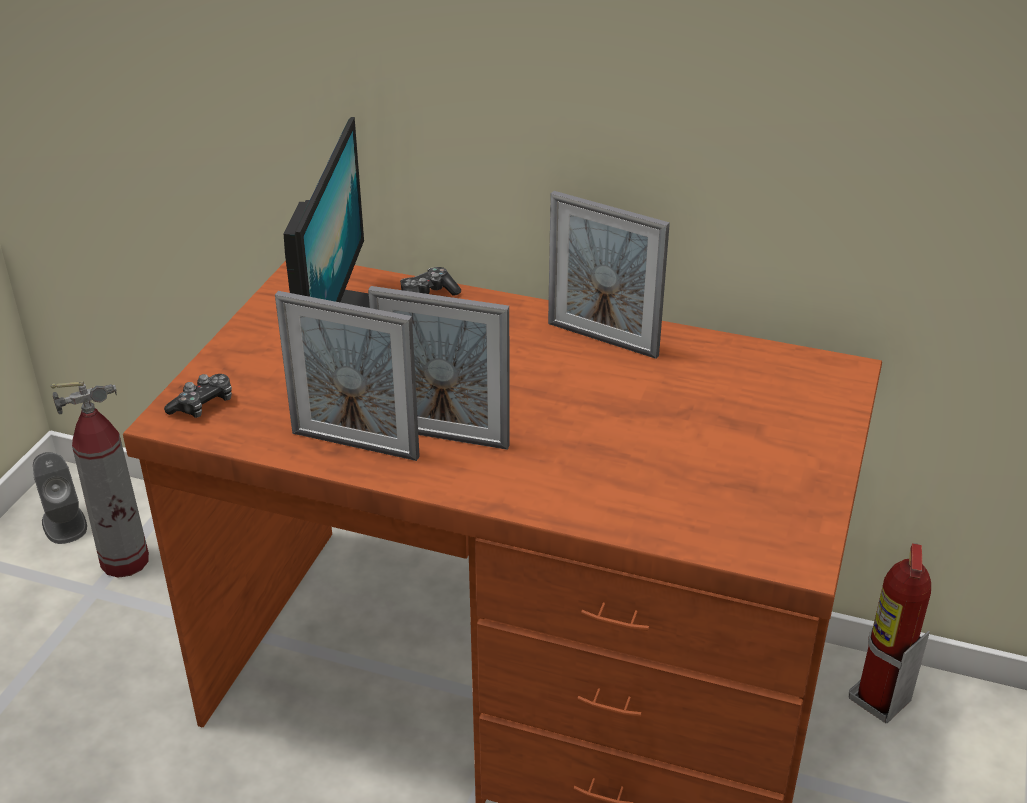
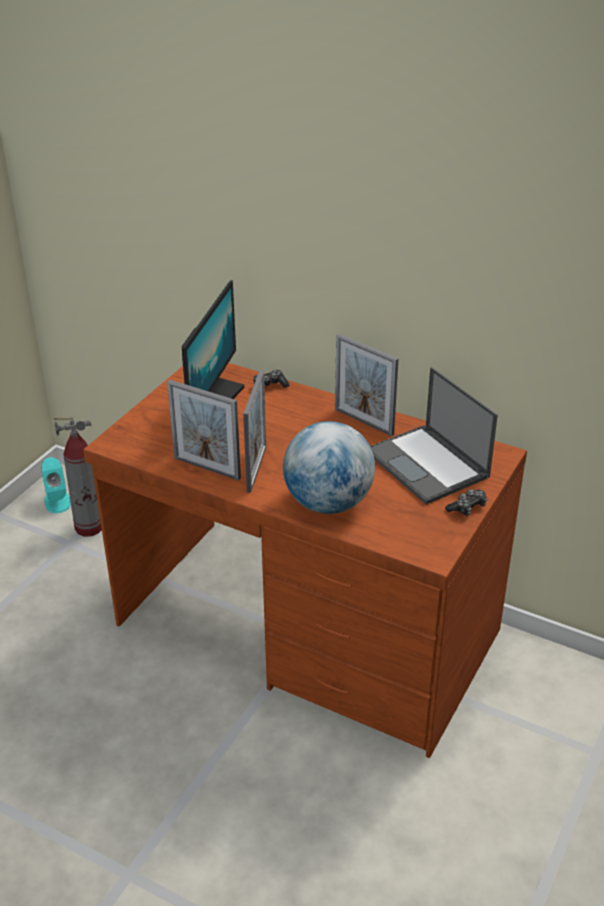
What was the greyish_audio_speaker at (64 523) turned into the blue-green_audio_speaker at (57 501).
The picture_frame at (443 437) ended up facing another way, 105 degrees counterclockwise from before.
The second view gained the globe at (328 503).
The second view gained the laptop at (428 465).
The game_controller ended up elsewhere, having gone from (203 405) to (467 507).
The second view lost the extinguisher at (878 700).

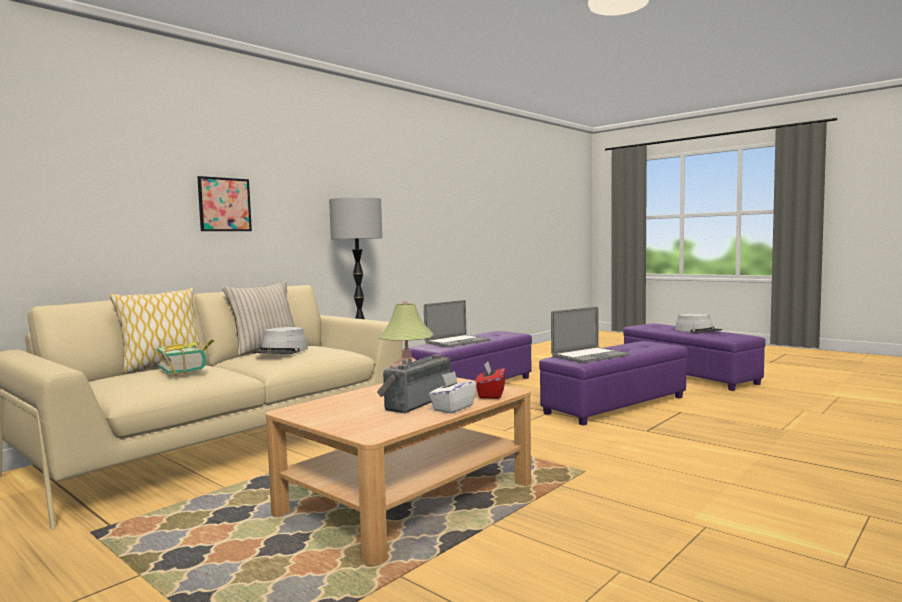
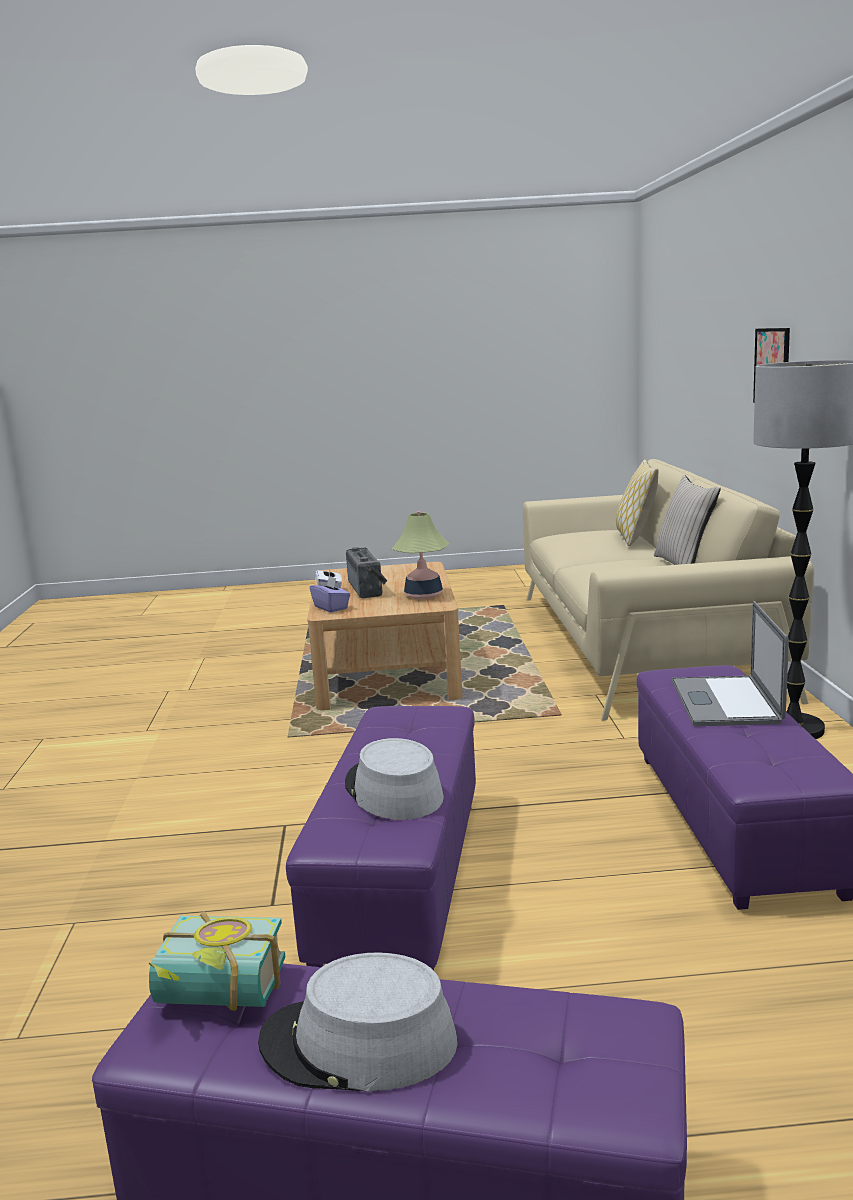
The volume ended up elsewhere, having gone from (188 369) to (217 998).
What was the reddish_tissue_holder at (490 394) turned into the purple-coloured_tissue_holder at (331 607).
The greyish_wearable_hat ended up elsewhere, having gone from (282 351) to (392 791).
The second view lost the laptop at (590 356).

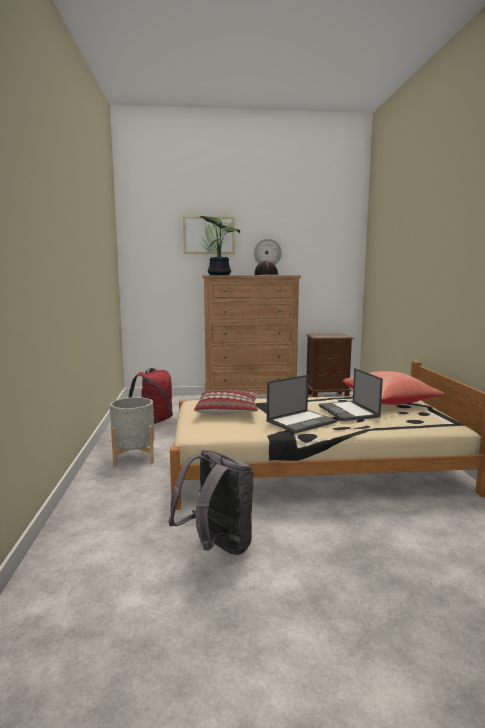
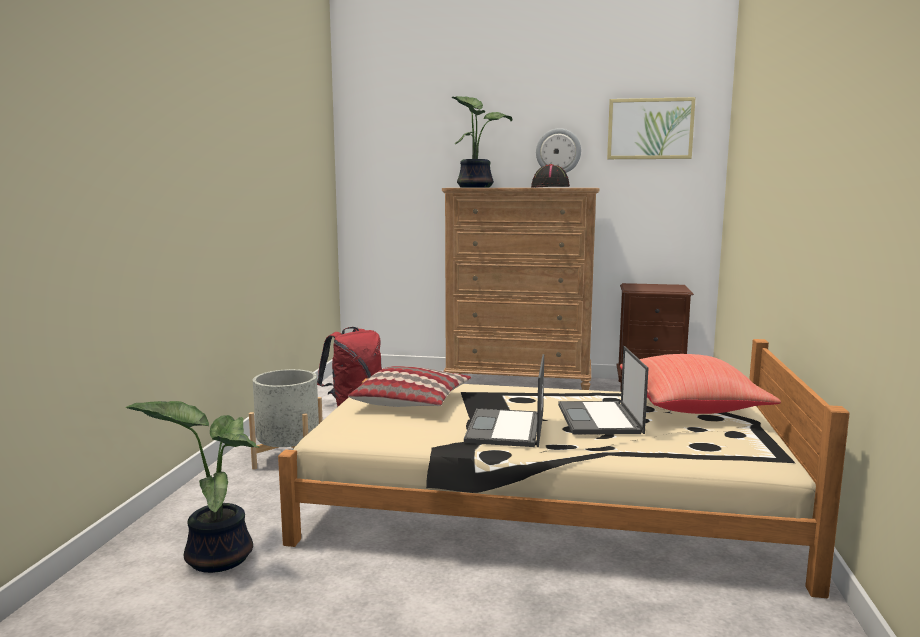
The second view gained the houseplant at (216 556).
The laptop at (301 421) ended up facing another way, 120 degrees clockwise from before.
The picture ended up elsewhere, having gone from (209 235) to (650 129).
The second view lost the greyish_rucksack at (217 547).

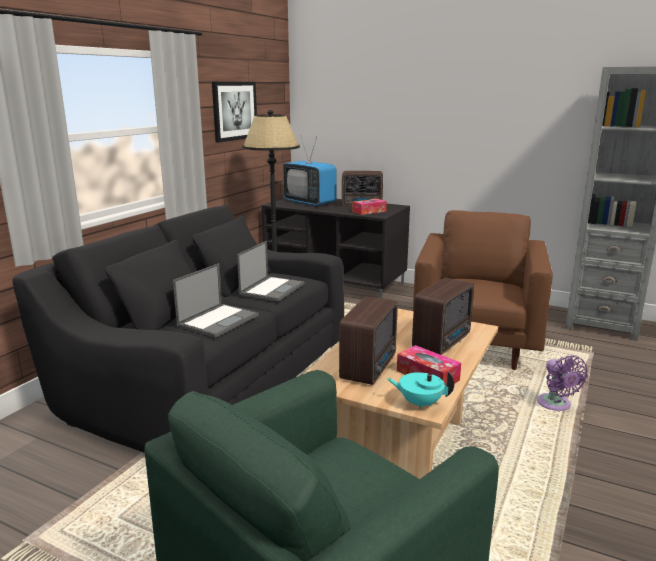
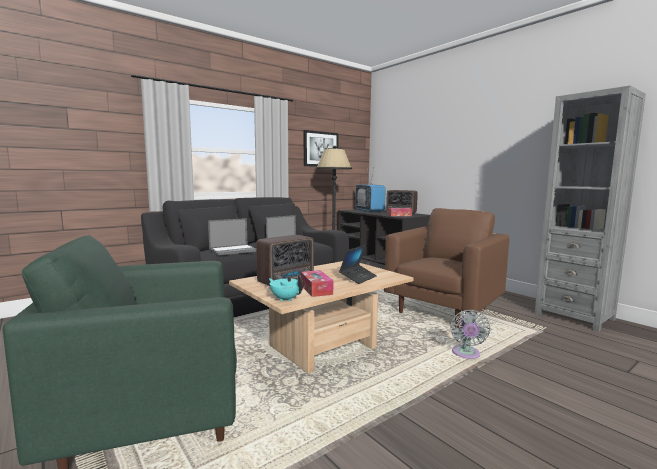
Where the radio_set stood at (443 341), the laptop came to stand at (358 278).
What was the purple-coloured_electric_fan at (555 405) turned into the greyish_electric_fan at (466 354).

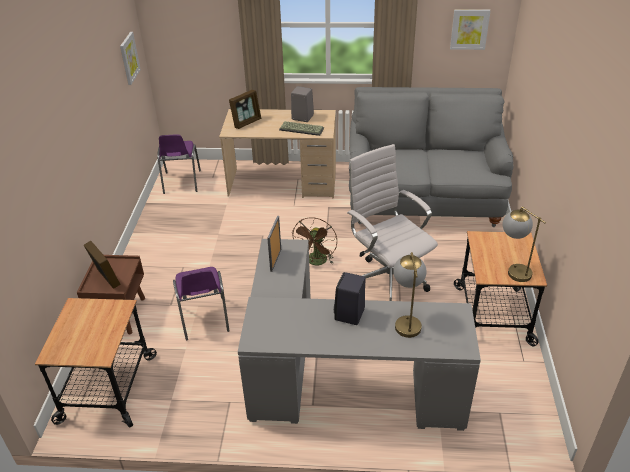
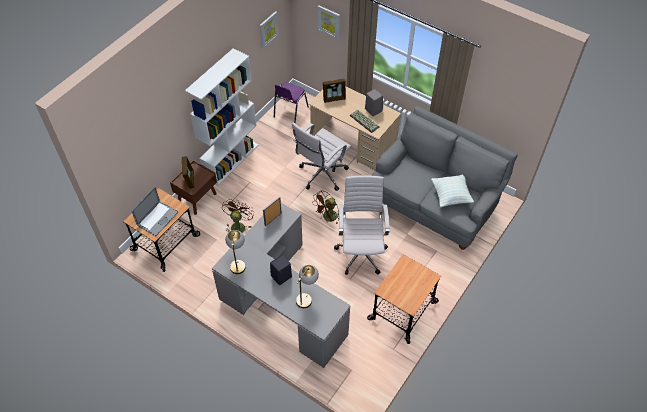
The second view gained the laptop at (157 218).
The second view gained the white-coloured_shelving_unit at (231 161).
Where the purple-coloured_chair stood at (204 319), the brownish_electric_fan came to stand at (238 225).
The table_lamp ended up elsewhere, having gone from (513 269) to (238 262).
The second view gained the white-coloured_office_chair at (321 175).
The picture ended up elsewhere, having gone from (469 29) to (329 21).
The second view gained the pillow at (450 196).

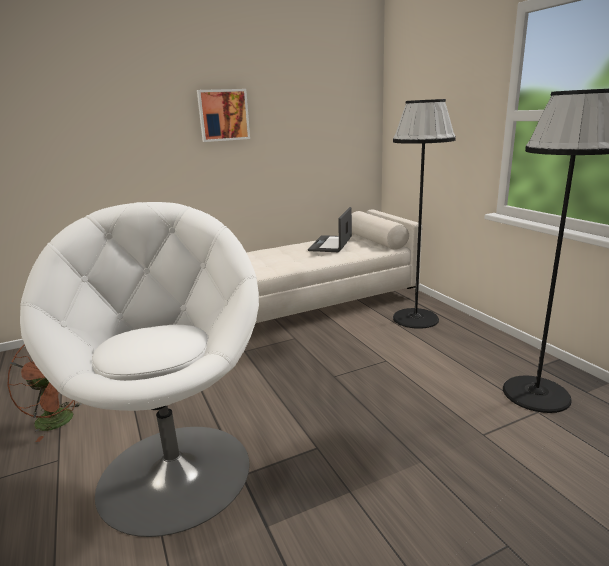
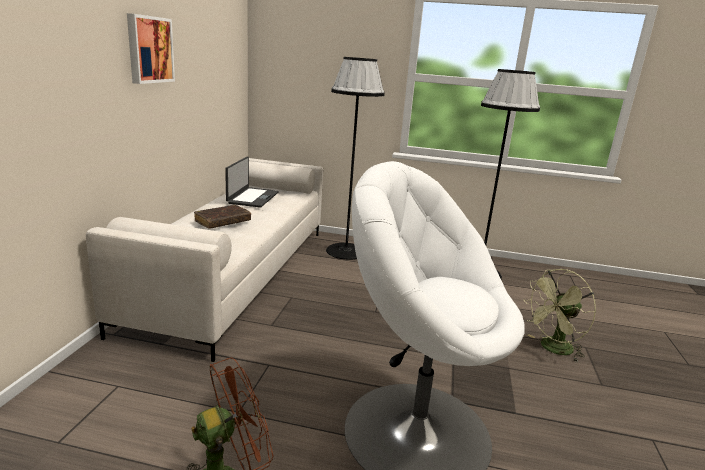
The second view gained the brownish_volume at (223 222).
The laptop at (331 244) ended up facing another way, 135 degrees counterclockwise from before.
The second view gained the green_electric_fan at (552 349).

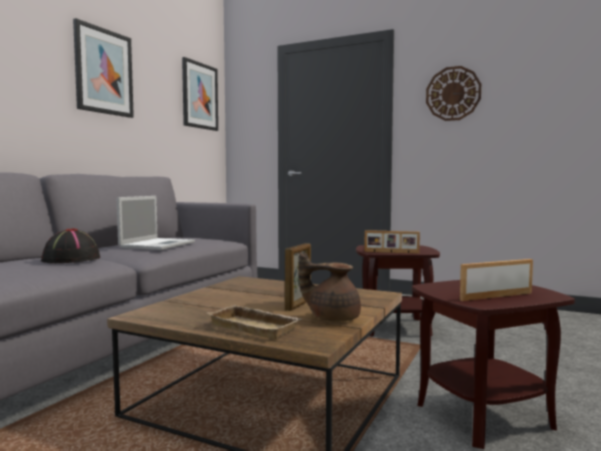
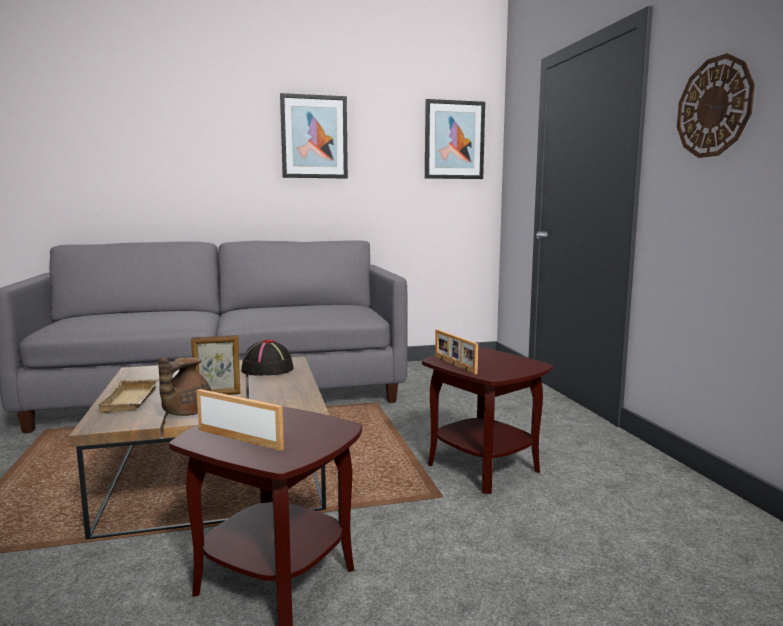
The brownish_teapot at (332 318) ended up facing another way, 135 degrees counterclockwise from before.
The blackish_wearable_hat ended up elsewhere, having gone from (71 260) to (267 369).
The second view lost the laptop at (158 244).

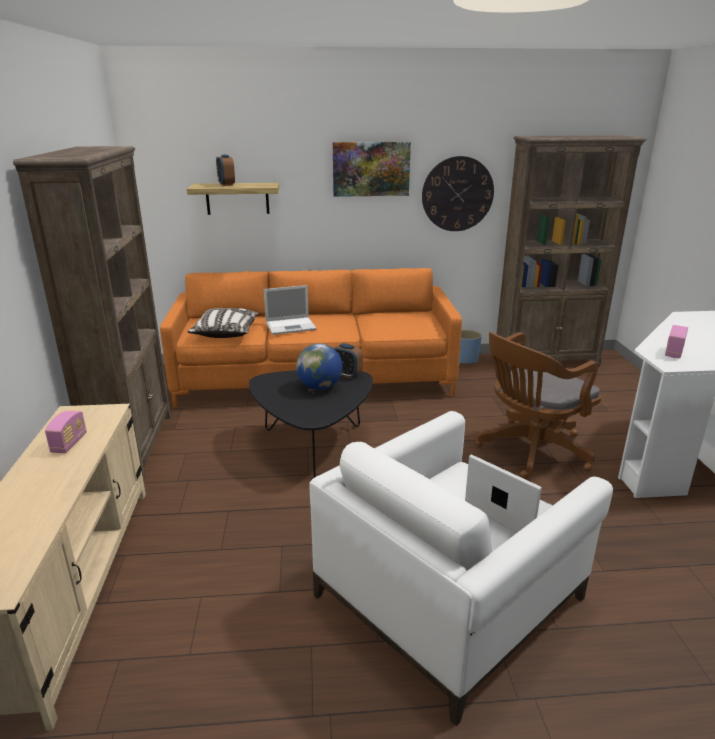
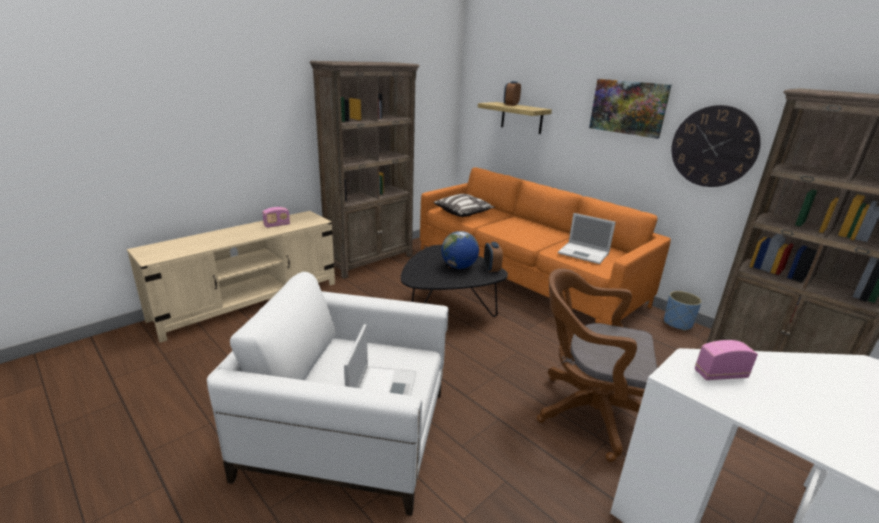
The laptop ended up elsewhere, having gone from (291 326) to (584 253).

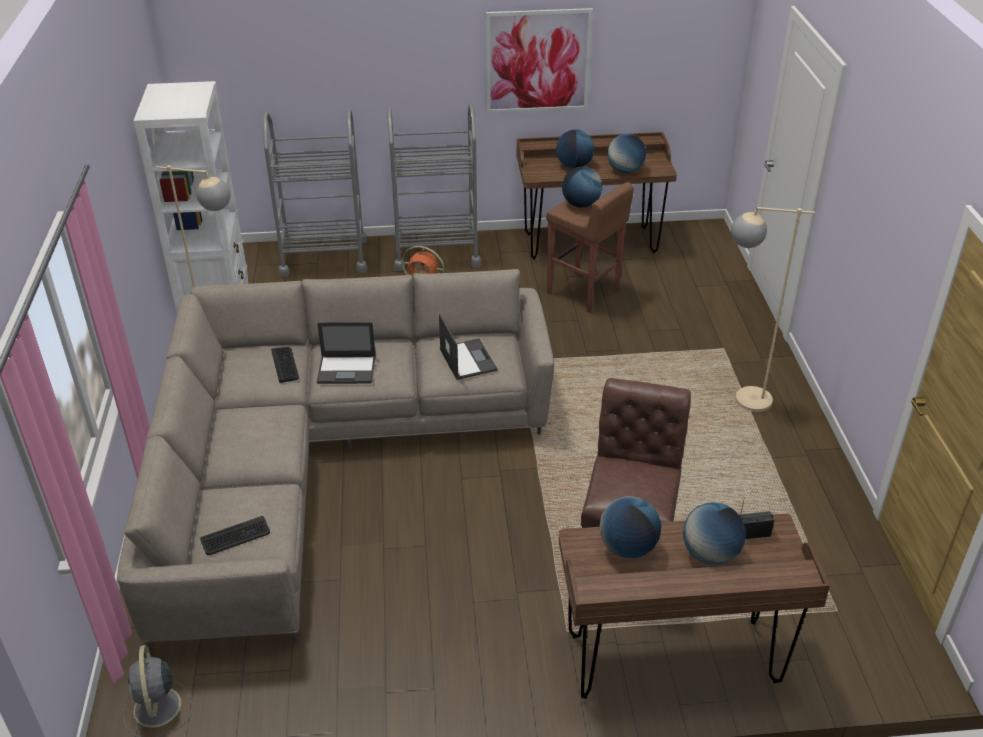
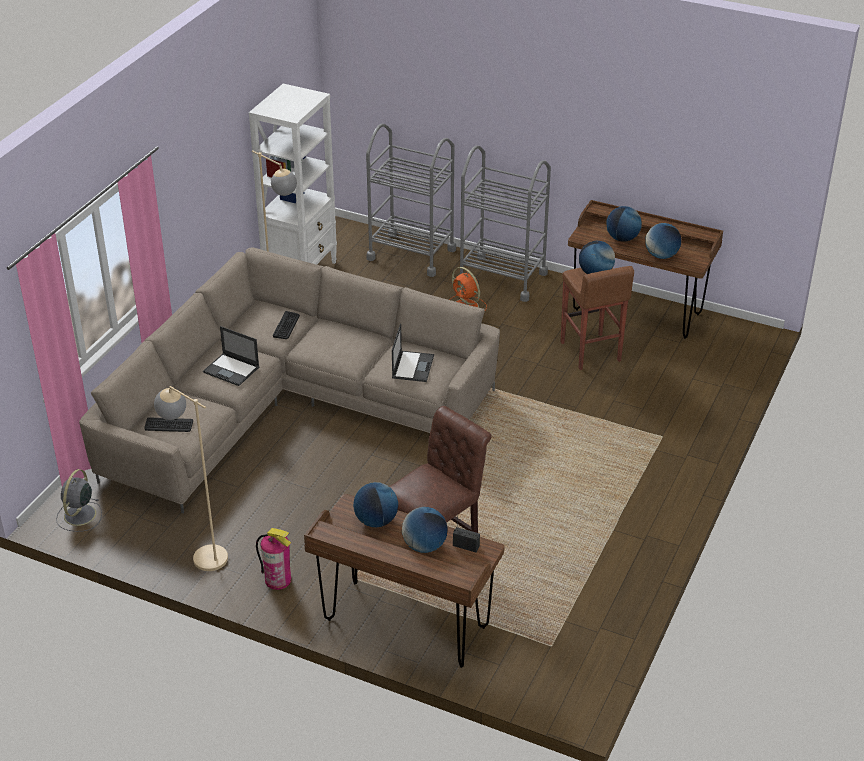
The beige_floor_lamp ended up elsewhere, having gone from (740 399) to (201 553).
The laptop ended up elsewhere, having gone from (347 369) to (232 370).
The second view gained the extinguisher at (278 580).
The second view lost the picture at (538 61).

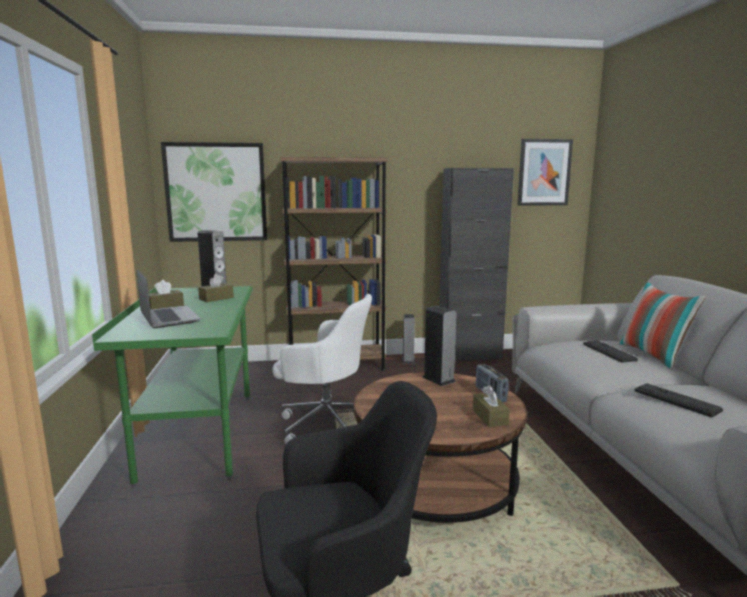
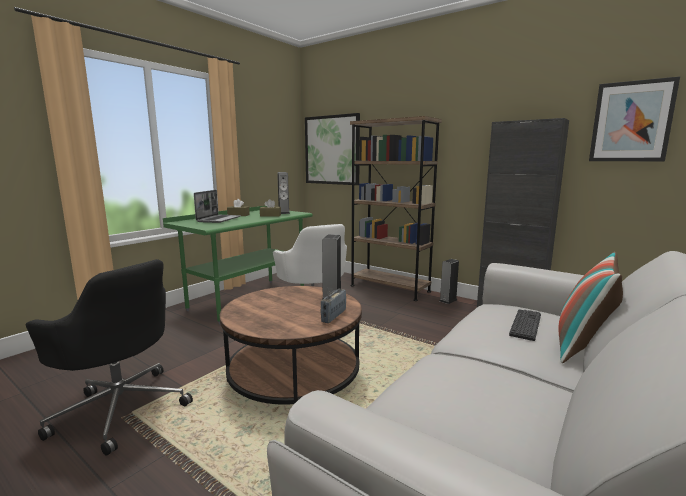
The second view lost the brownish_tissue_holder at (490 417).
The second view lost the keyboard at (676 400).

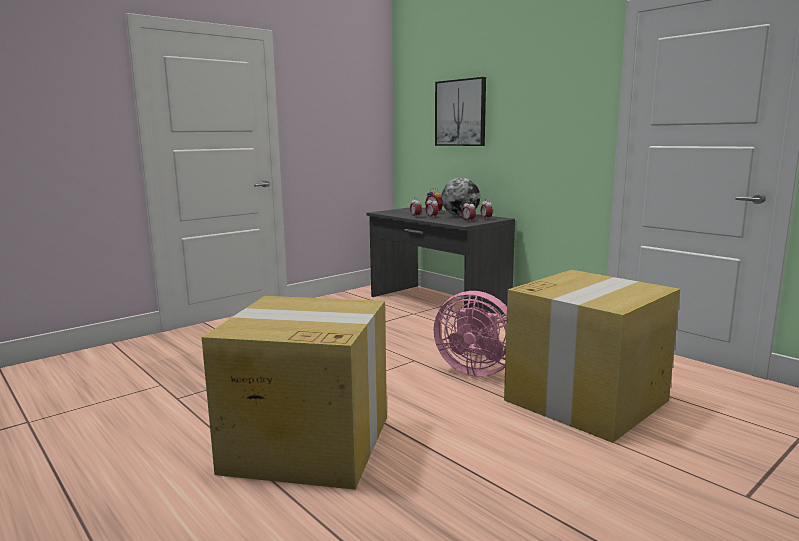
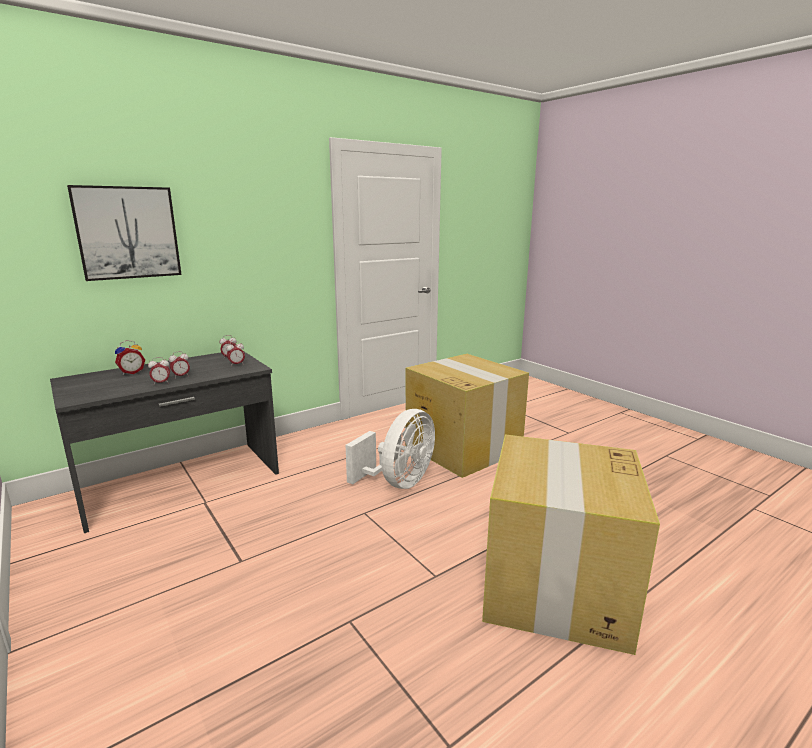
What was the pink_electric_fan at (475 370) turned into the white-coloured_electric_fan at (399 482).
The second view lost the globe at (460 216).

